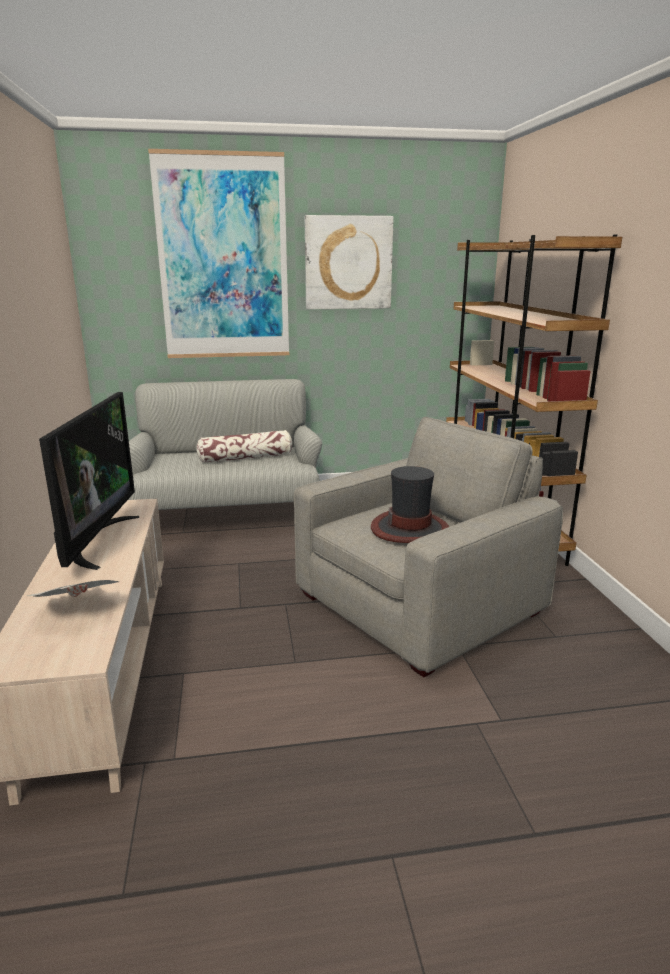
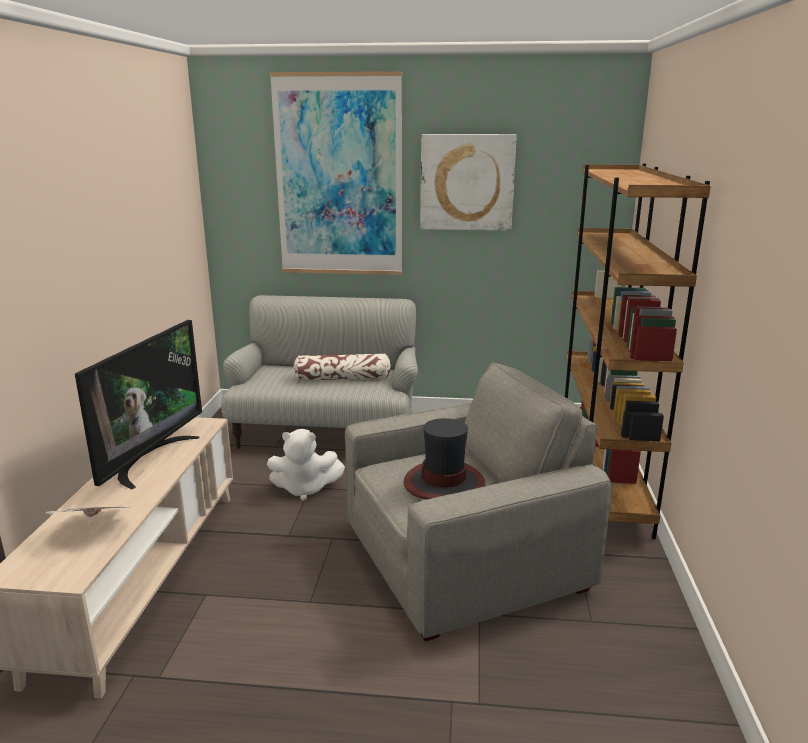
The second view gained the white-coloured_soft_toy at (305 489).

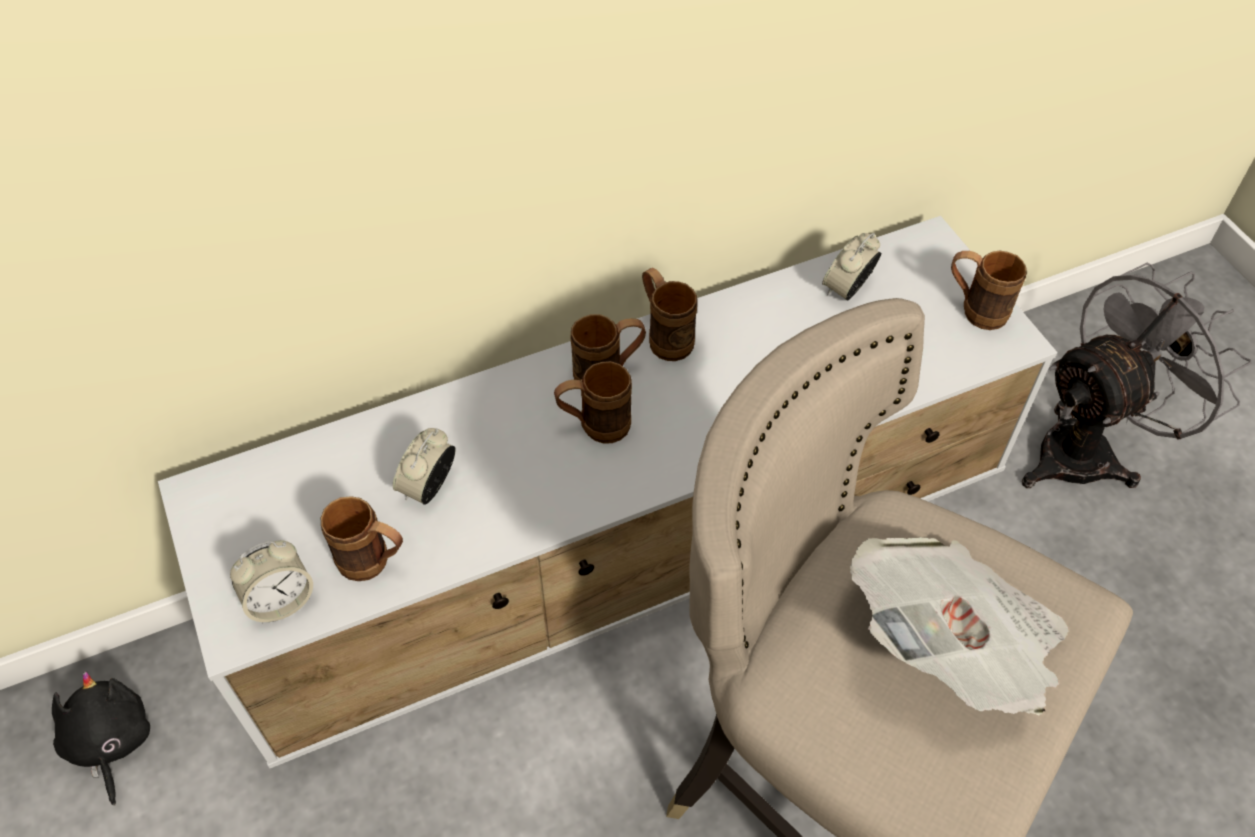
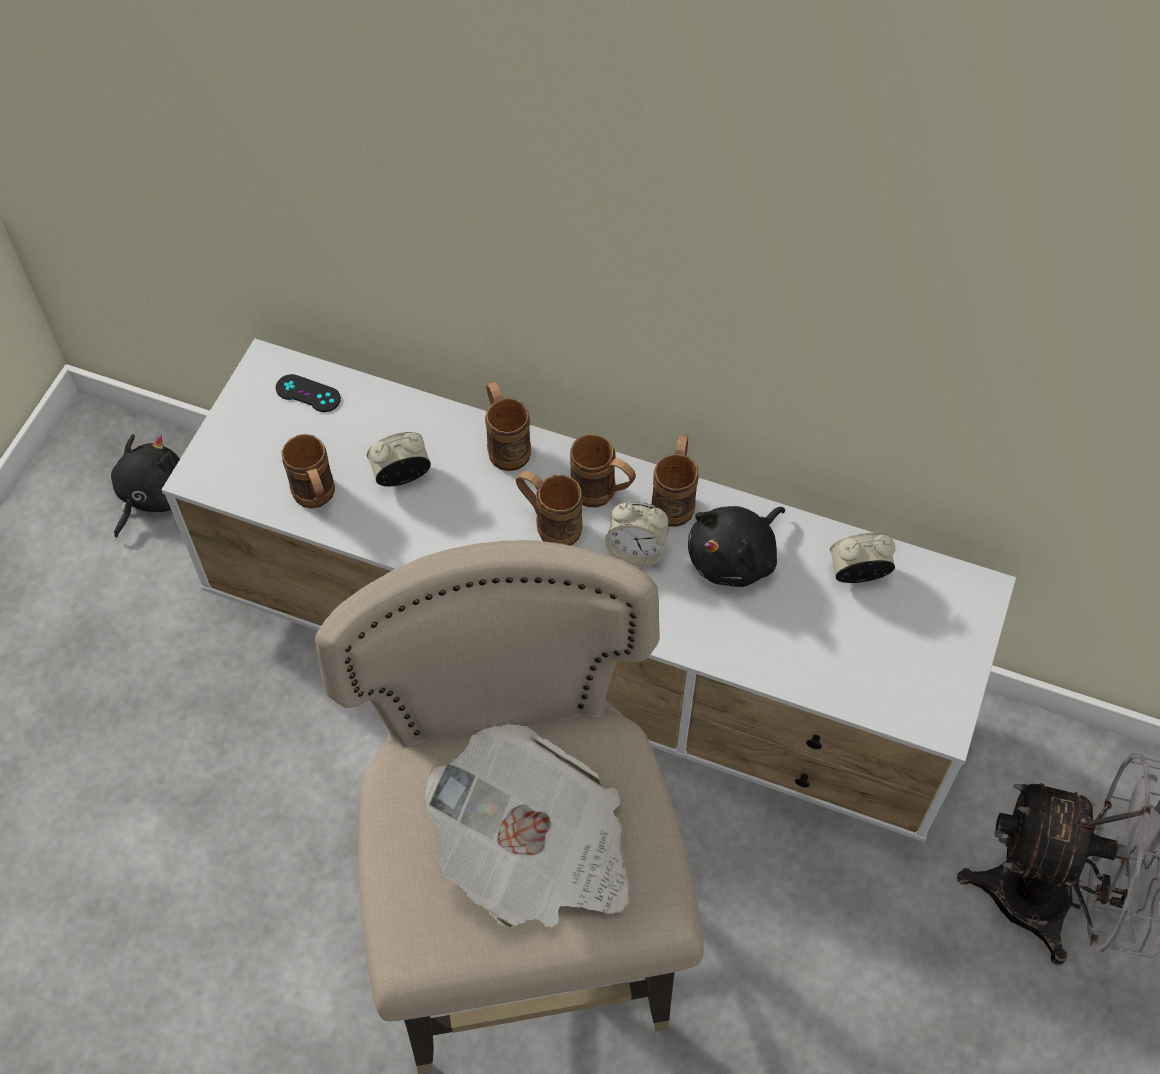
The second view gained the blackish_game_controller at (308 393).
The brownish_mug ended up elsewhere, having gone from (974 310) to (505 444).
The alarm_clock ended up elsewhere, having gone from (281 601) to (636 551).
The second view gained the blackish_soft_toy at (735 557).

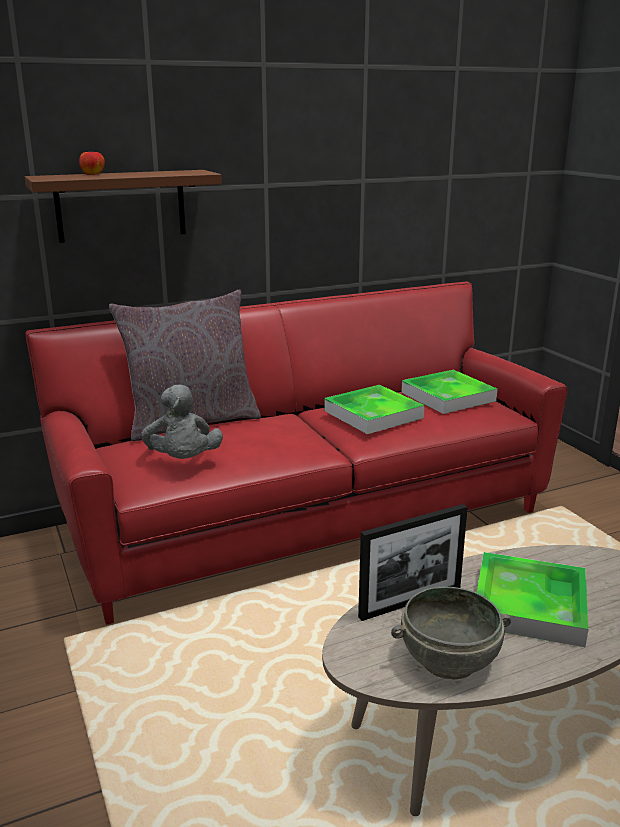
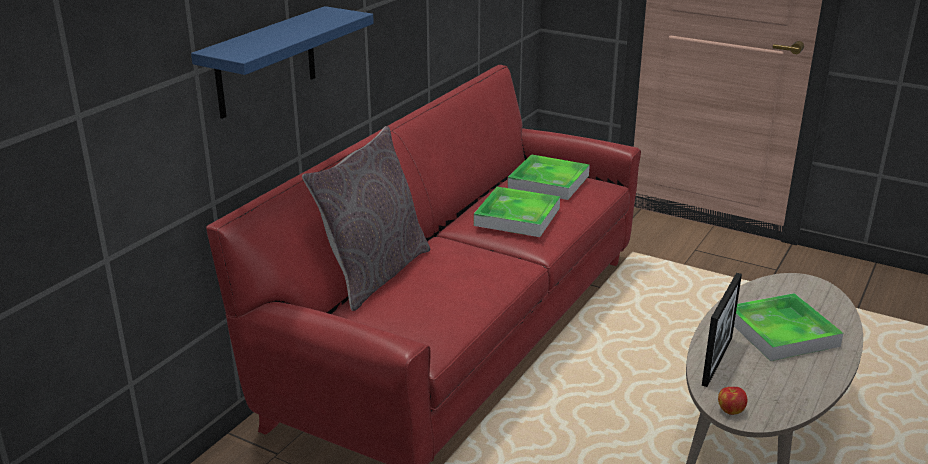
What was the brownish_wall_shelf at (121 205) turned into the blue_wall_shelf at (266 62).
The whole_apple ended up elsewhere, having gone from (93 174) to (730 410).
The second view lost the greyish_soft_toy at (183 461).
The second view lost the greyish_deep_dish at (449 661).

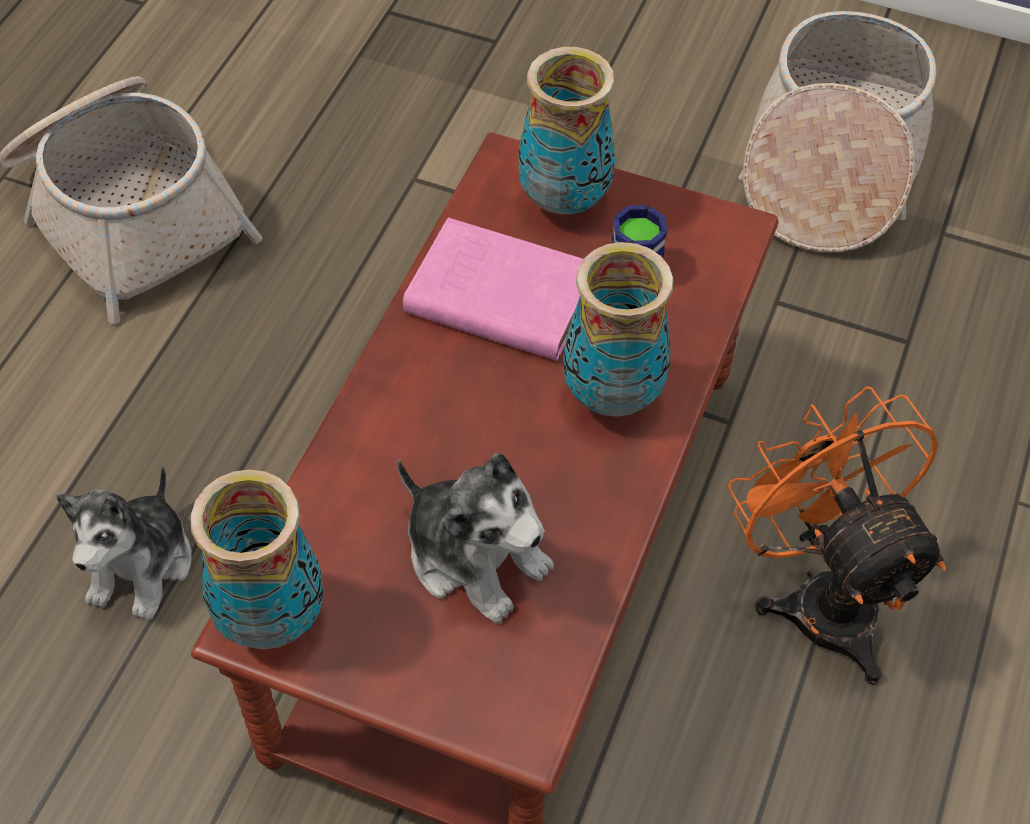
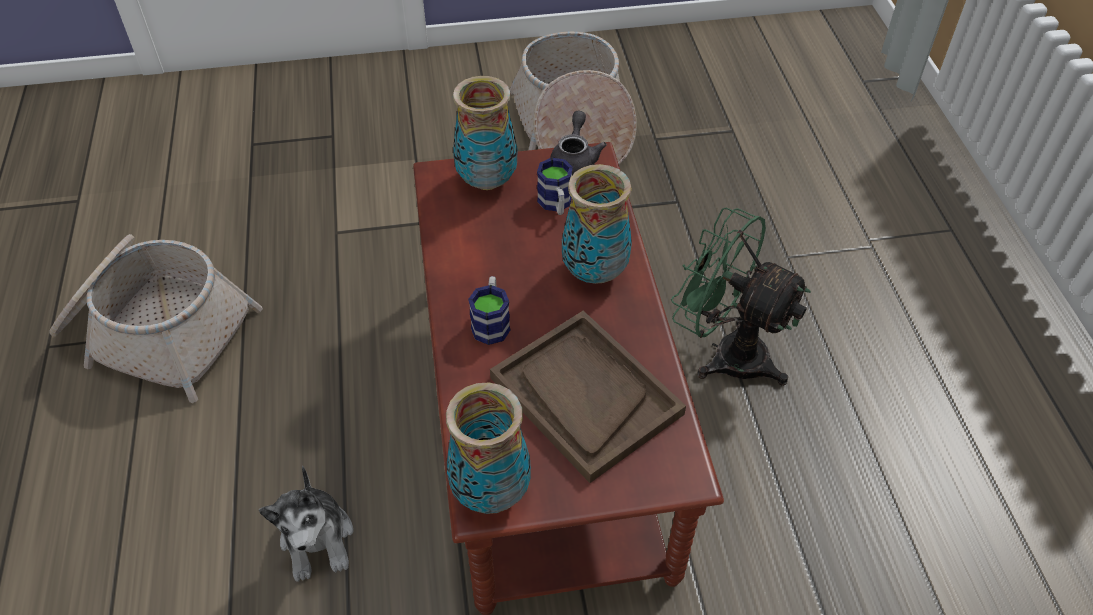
The second view gained the mug at (491 322).
Where the soft_toy stood at (475 556), the brownish_carrying_tray came to stand at (585 396).
The second view gained the greyish_teapot at (575 159).
What was the orange-coloured_electric_fan at (821 595) turned into the green_electric_fan at (726 352).
The second view lost the pink_volume at (496 296).

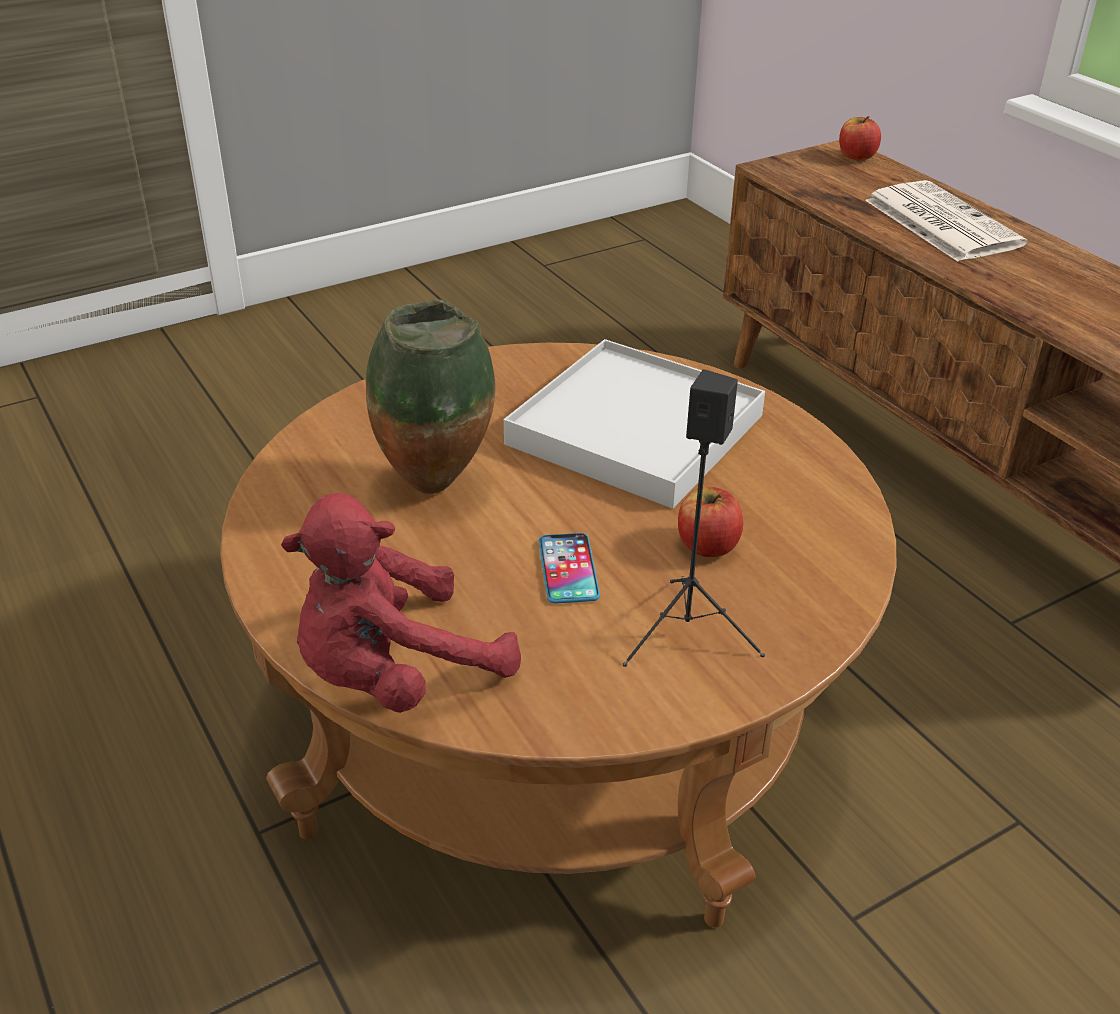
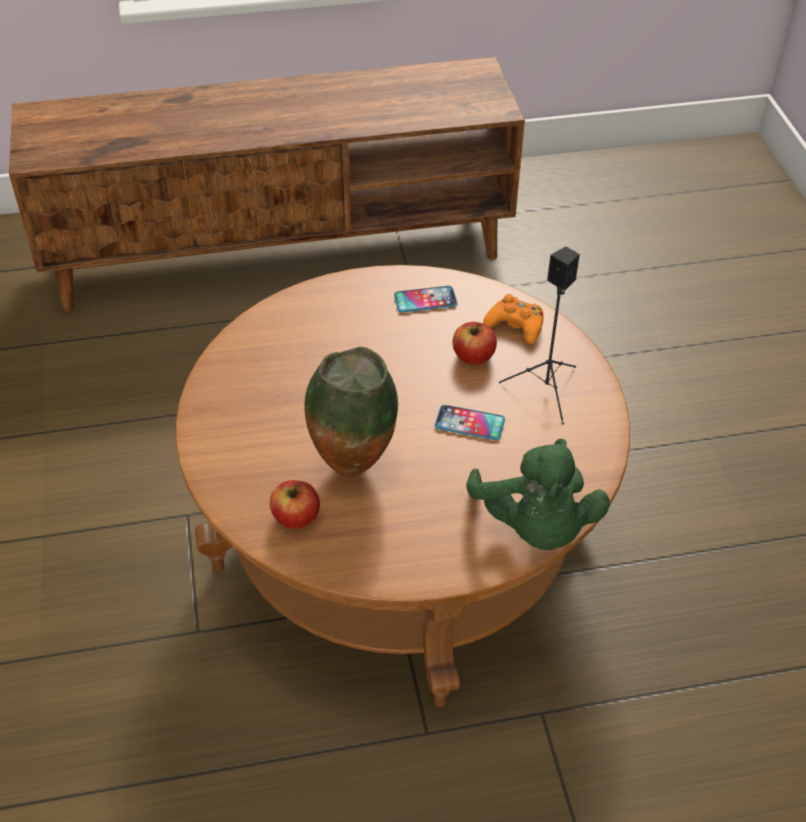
The whole_apple ended up elsewhere, having gone from (856 156) to (296 517).
The second view gained the phone at (425 300).
What was the reddish_soft_toy at (394 674) turned into the green_soft_toy at (535 526).
The second view gained the orange-coloured_game_controller at (515 325).
The second view lost the white-coloured_carrying_tray at (634 430).
The second view lost the daily_paper at (939 222).

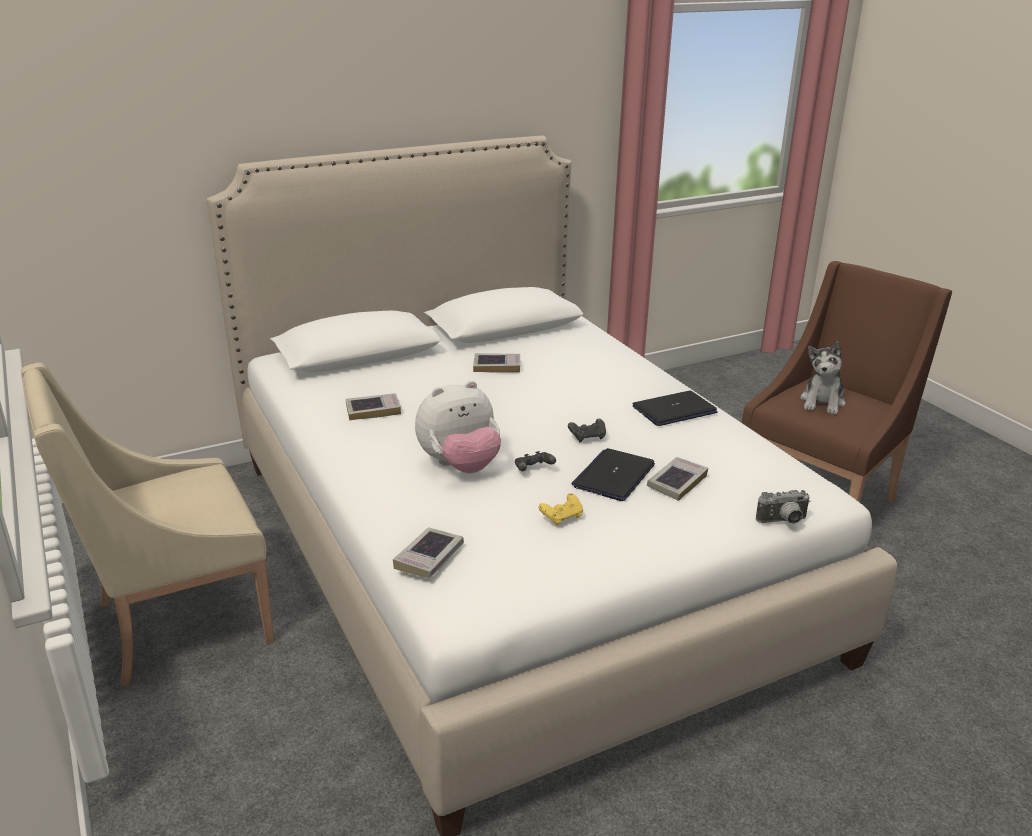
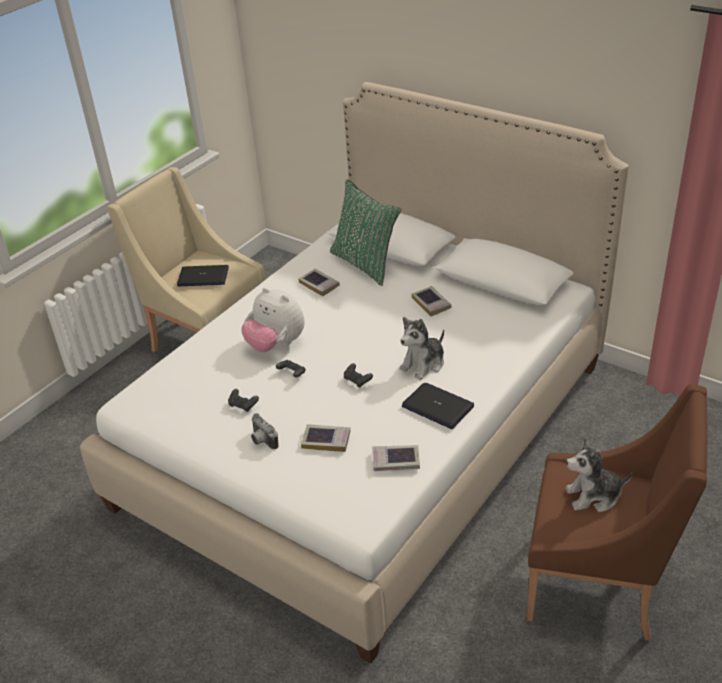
The laptop ended up elsewhere, having gone from (614 476) to (203 277).
What was the yellow_game_controller at (562 517) turned into the blackish_game_controller at (243 405).
The still_camera ended up elsewhere, having gone from (783 522) to (262 441).
The second view gained the green_pillow at (365 263).
The volume ended up elsewhere, having gone from (429 557) to (396 461).
The second view gained the soft_toy at (423 364).

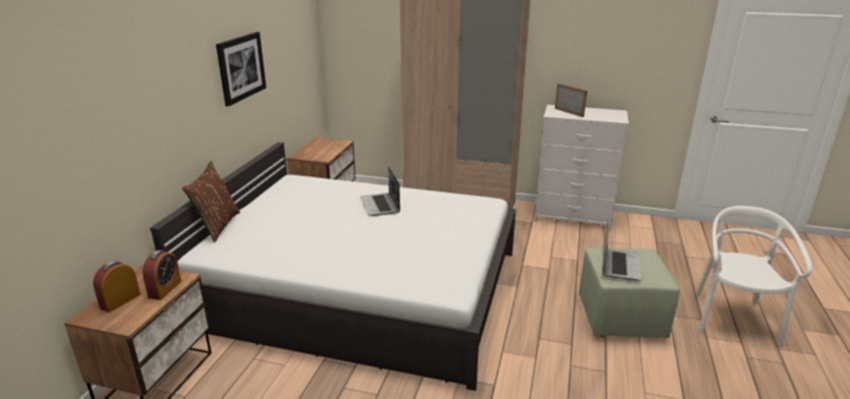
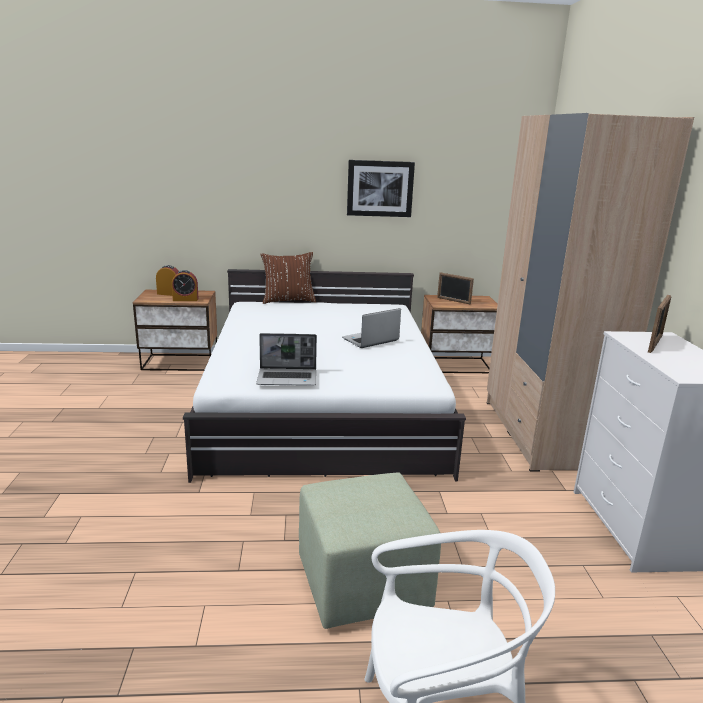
The laptop ended up elsewhere, having gone from (619 265) to (288 378).
The second view gained the picture_frame at (453 301).

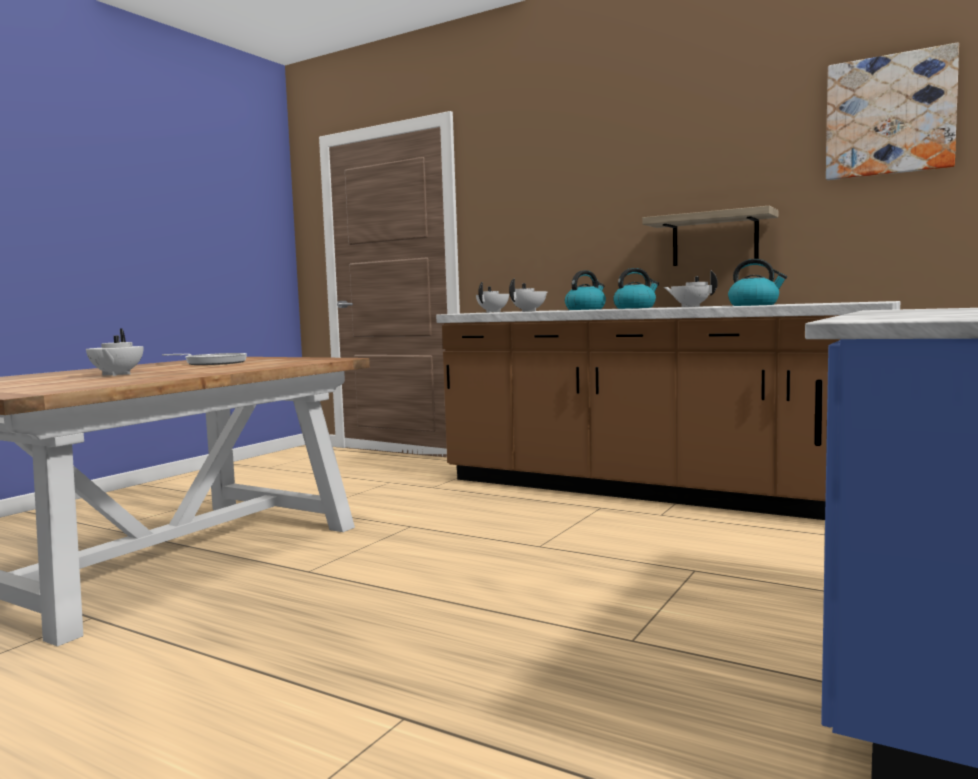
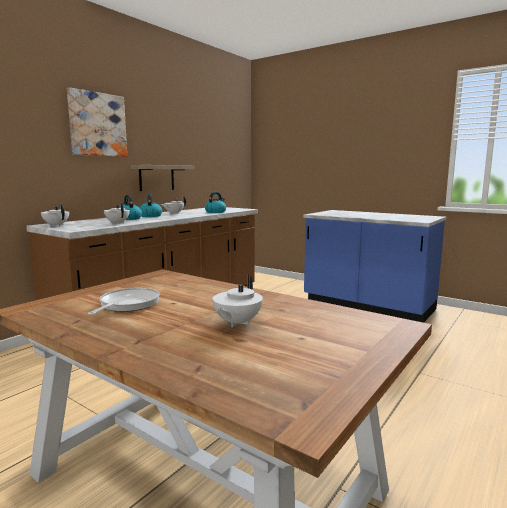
The picture ended up elsewhere, having gone from (889 115) to (97 124).
The white-coloured_teapot at (116 374) ended up facing another way, 120 degrees clockwise from before.

